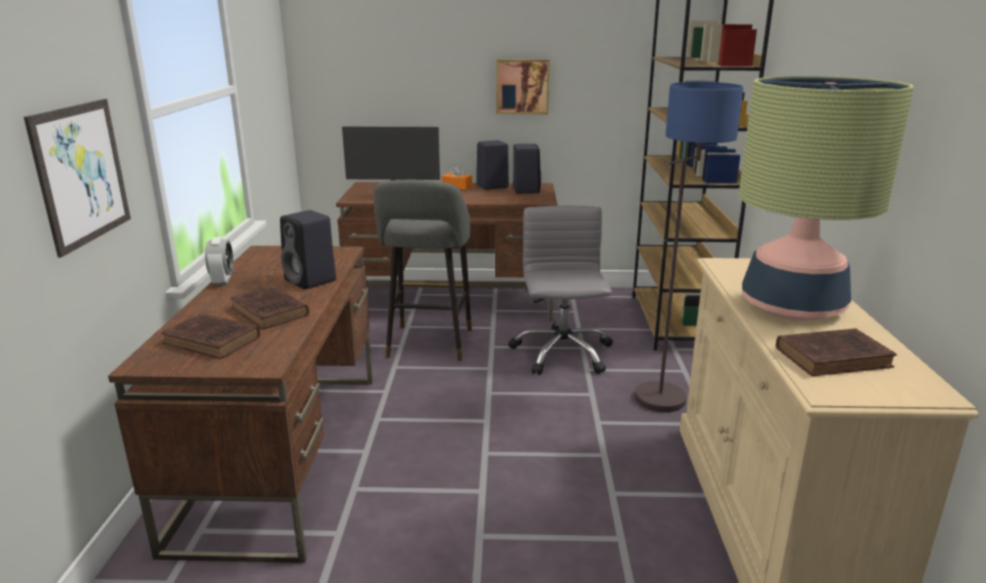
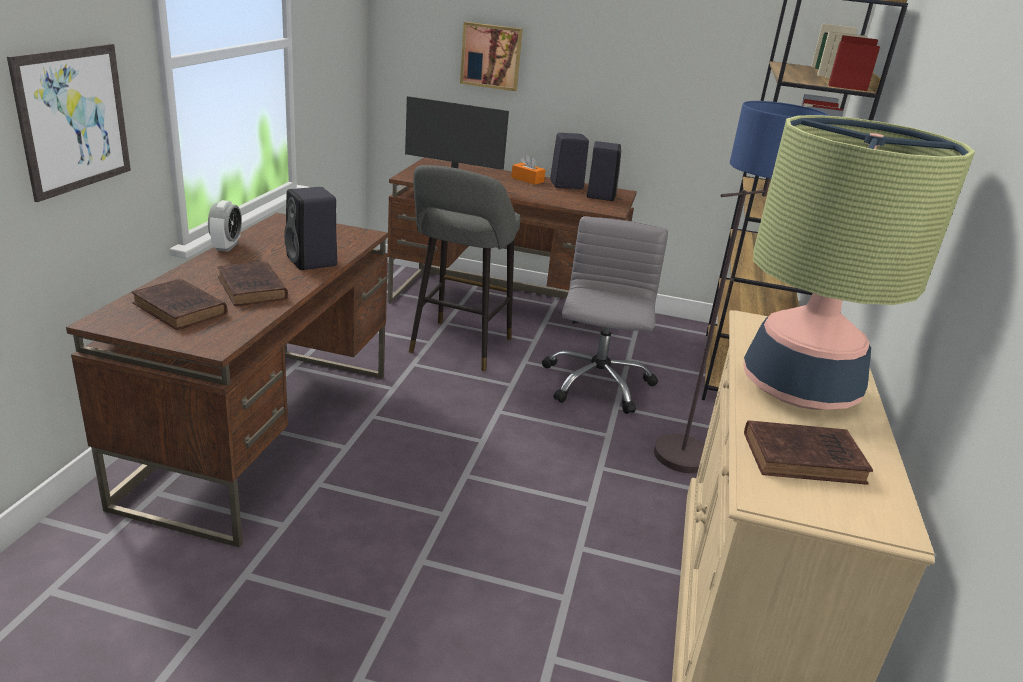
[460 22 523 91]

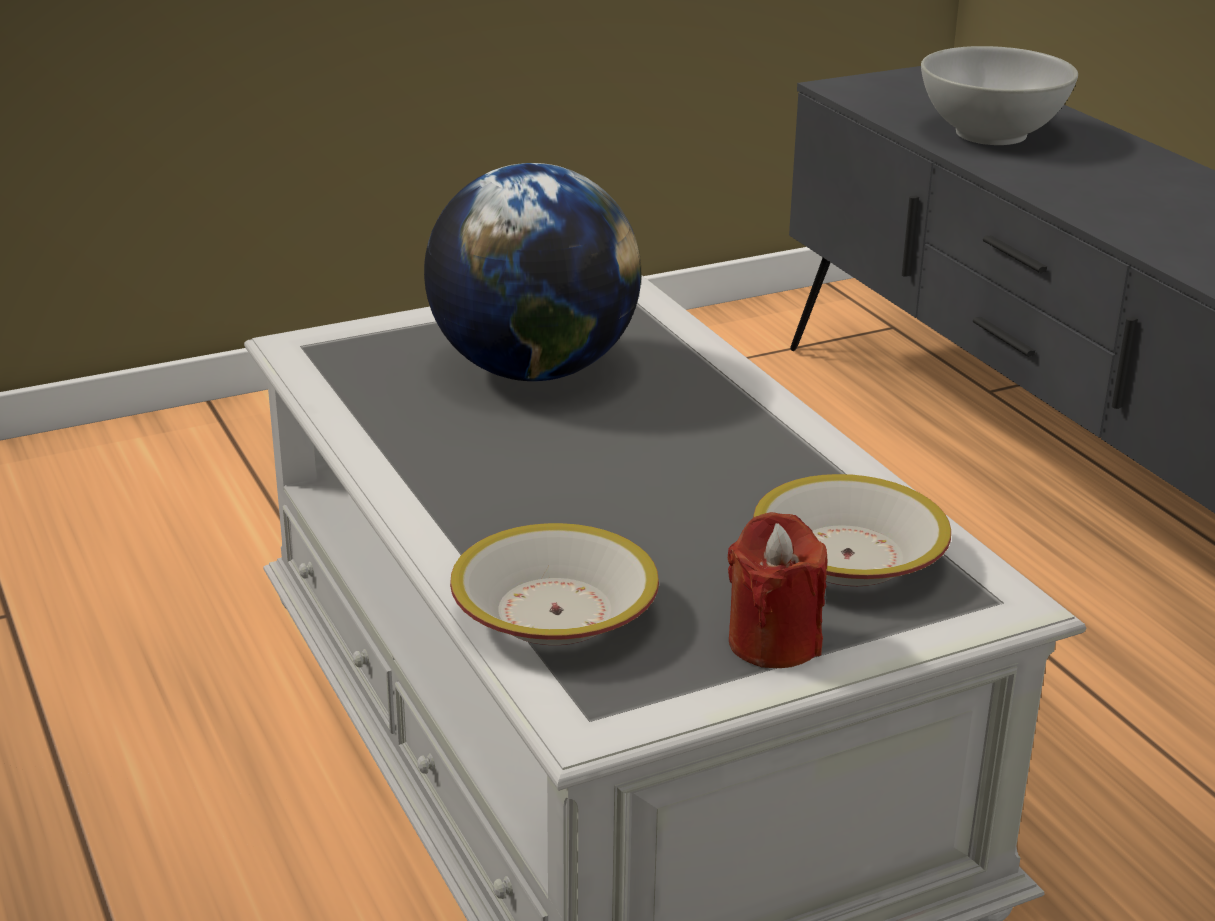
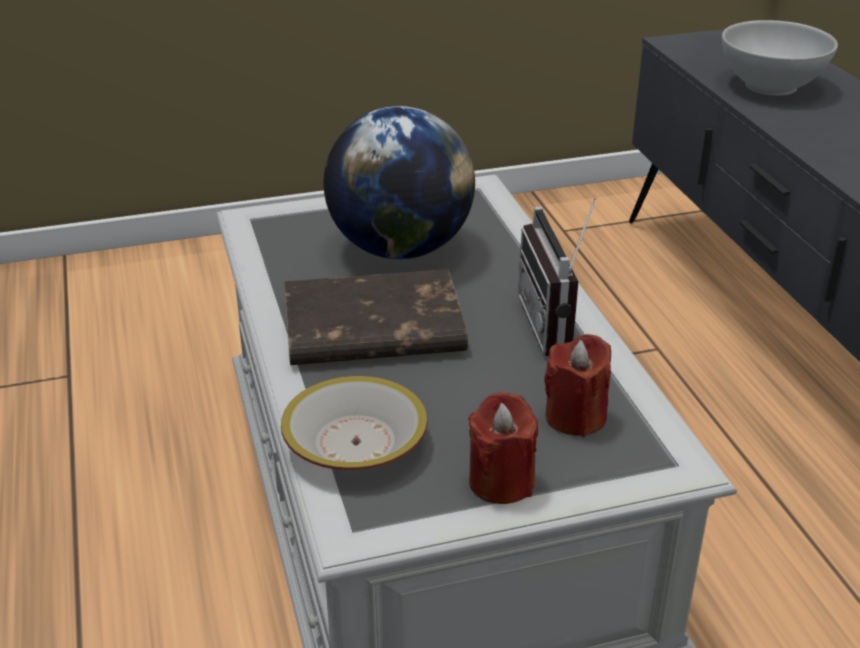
[544 334 611 437]
[518 196 596 356]
[284 269 468 365]

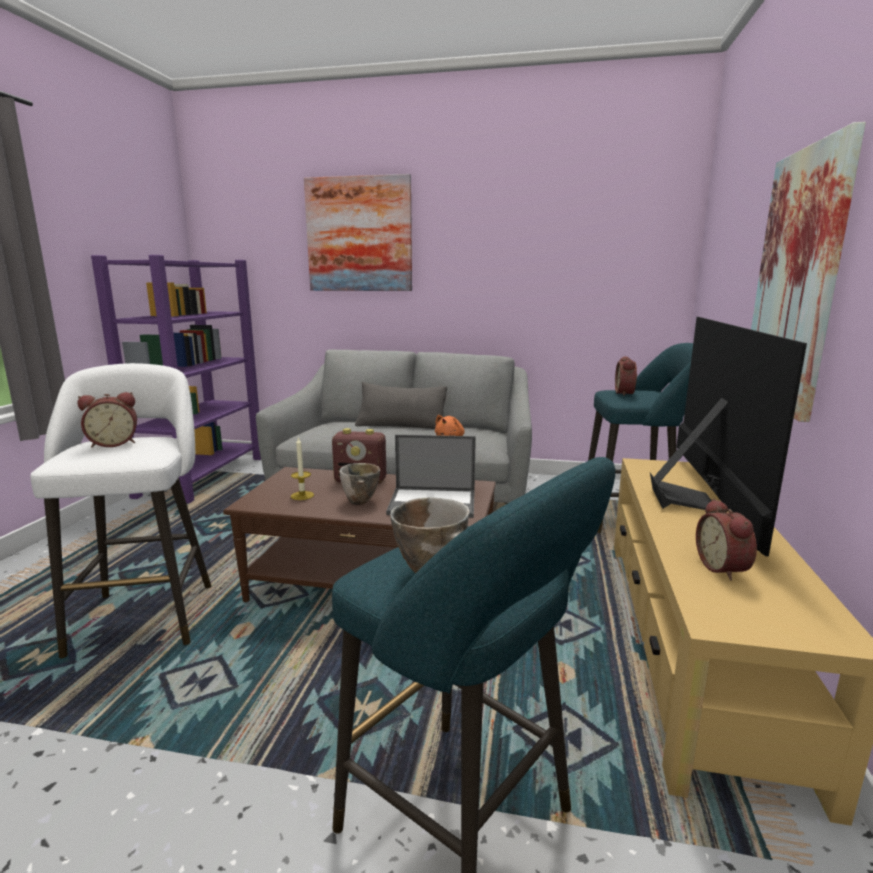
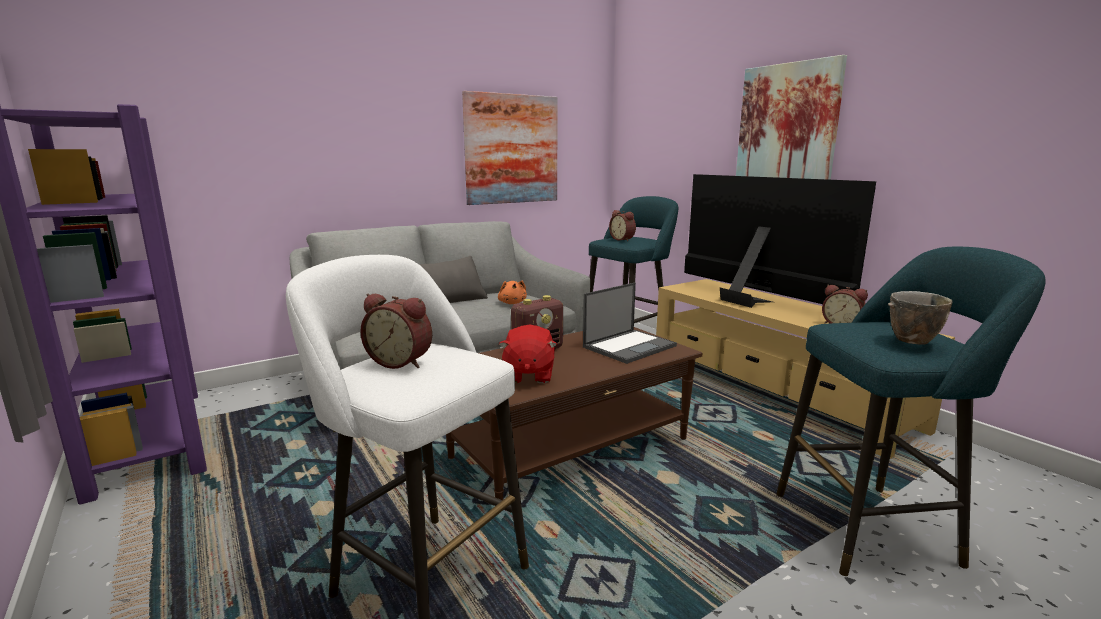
[462 91 558 205]
[360 294 432 369]
[499 324 557 383]
[340 463 380 505] (first image)

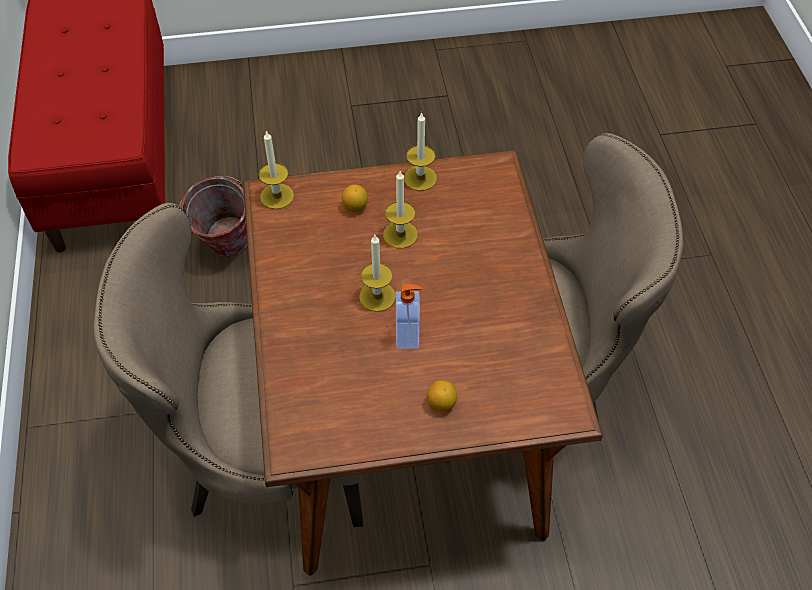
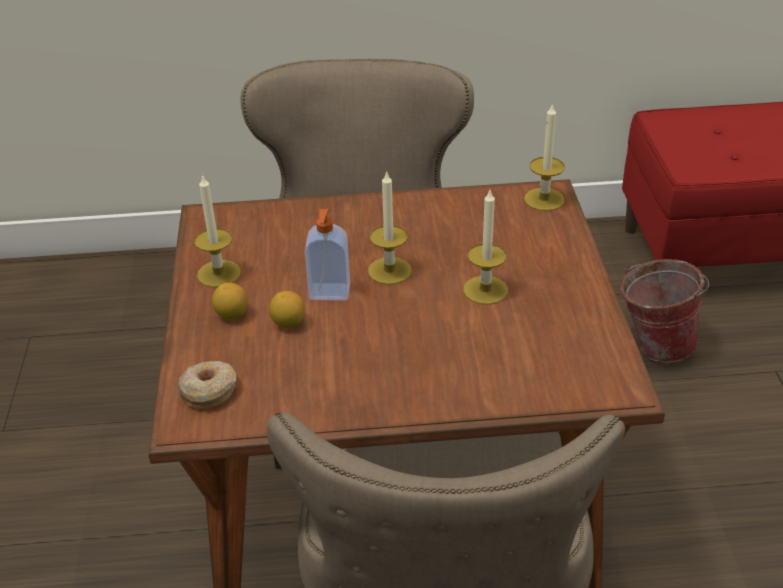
[194 174 241 288]
[269 291 305 328]
[178 361 236 408]

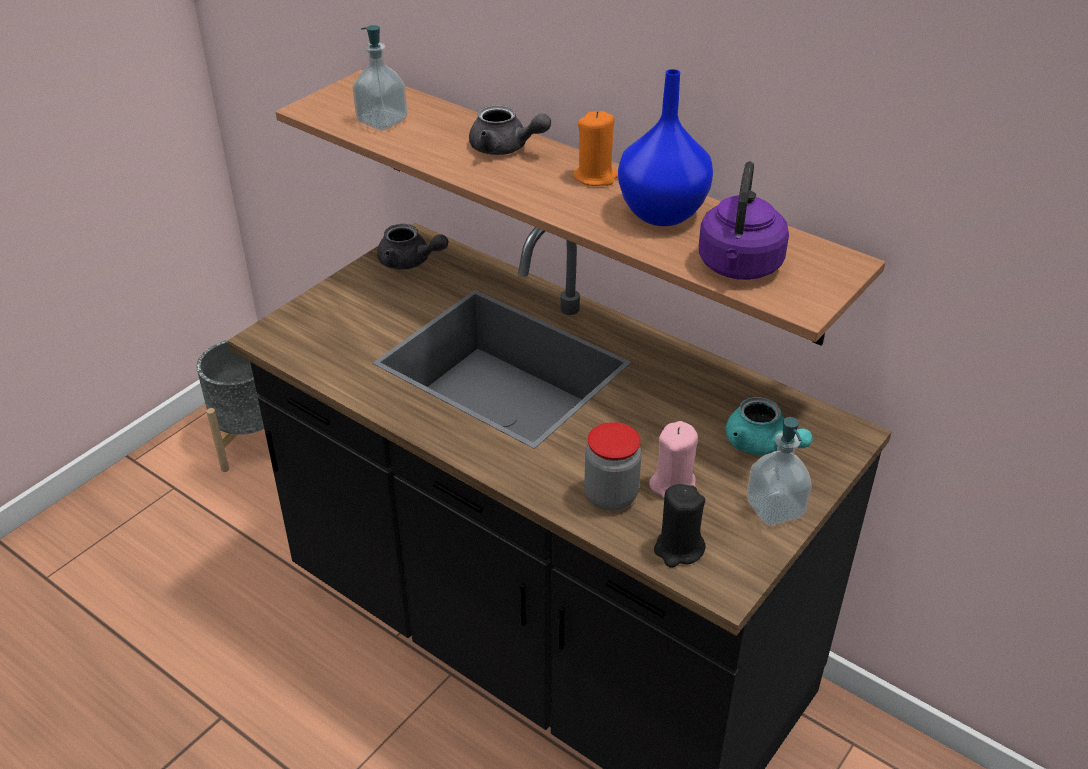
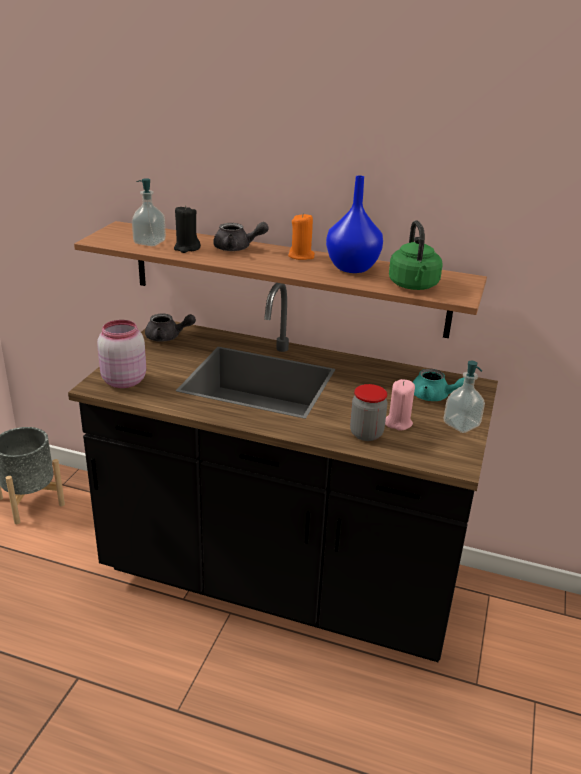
[389 220 443 290]
[174 205 201 253]
[97 320 146 388]

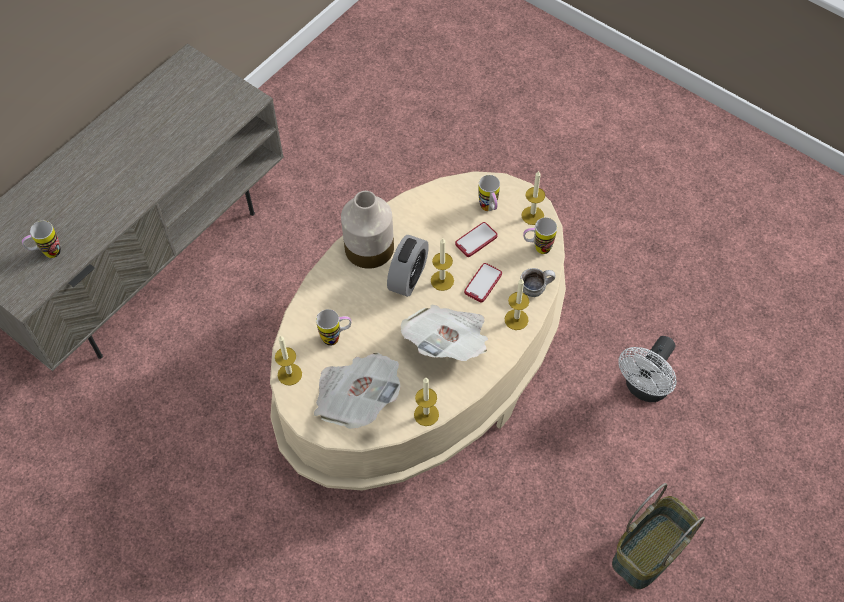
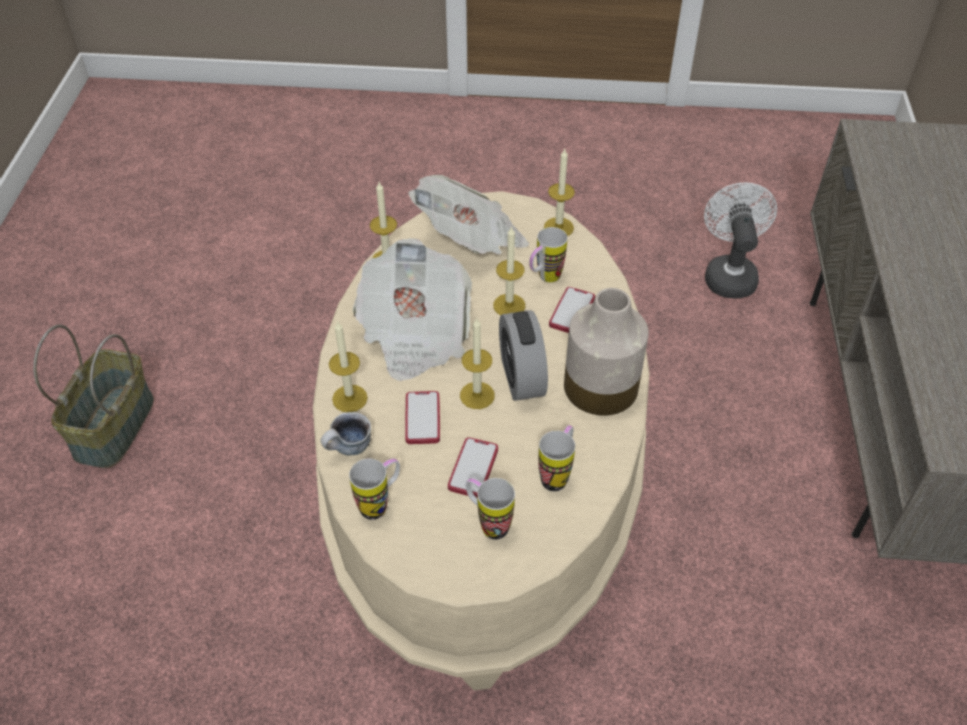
[493 226 525 315]
[538 425 575 491]
[704 183 777 299]
[549 287 595 333]

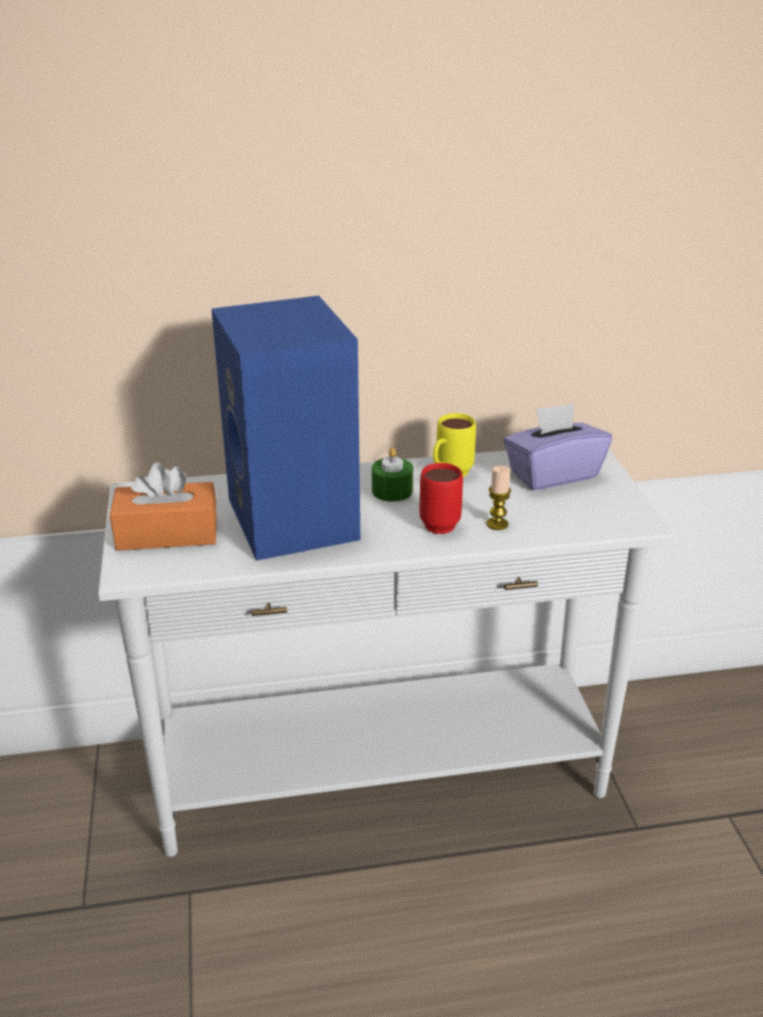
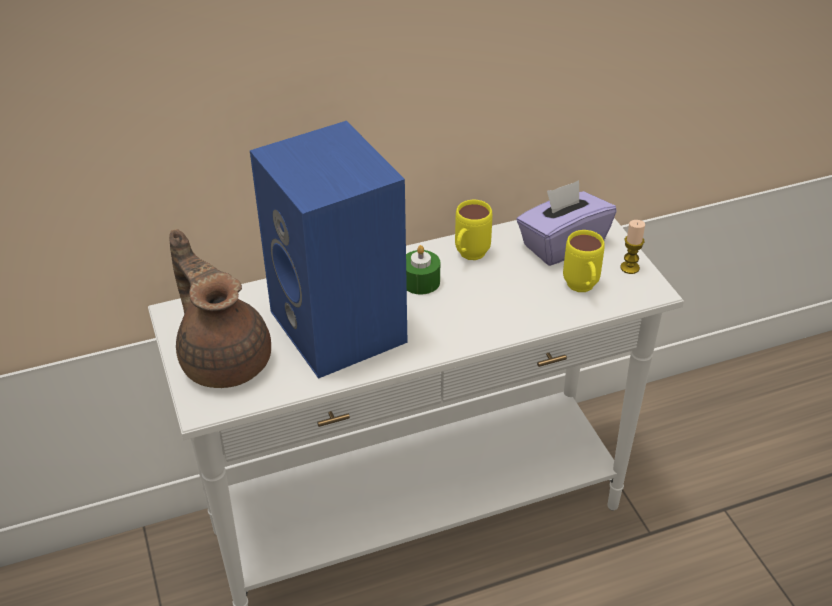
[169 229 271 388]
[419 463 463 534] (first image)
[620 220 645 274]
[563 230 605 292]

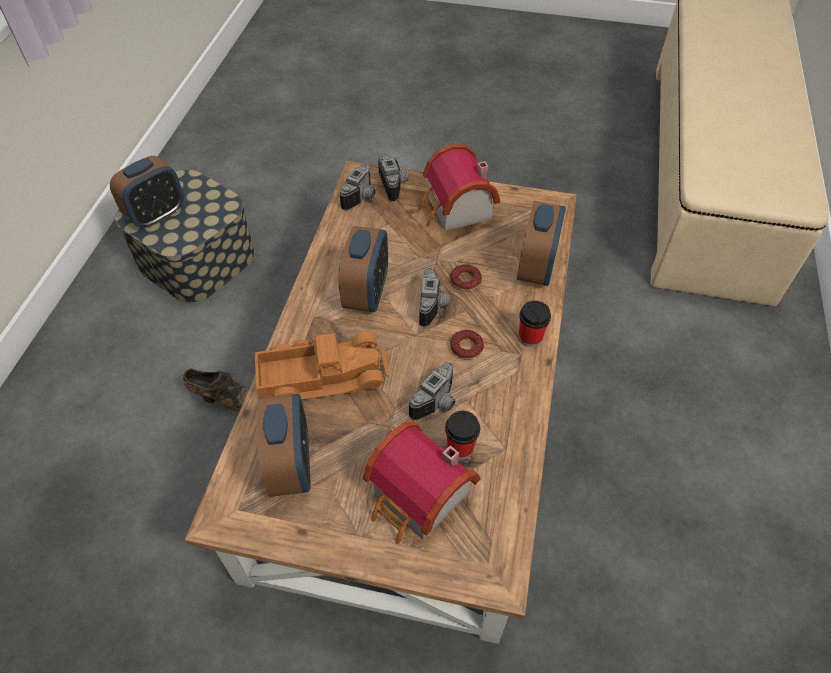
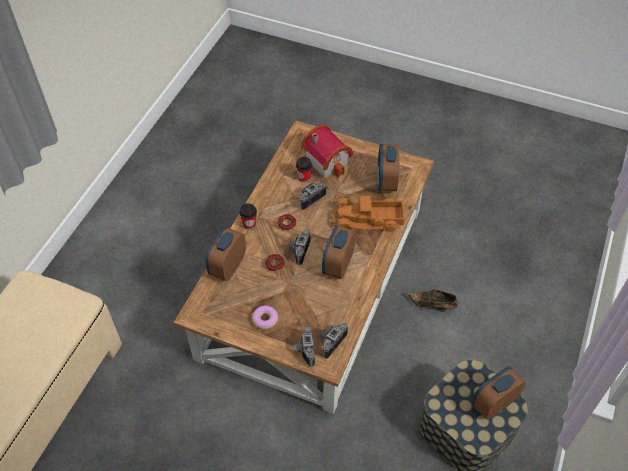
[252 306 279 329]

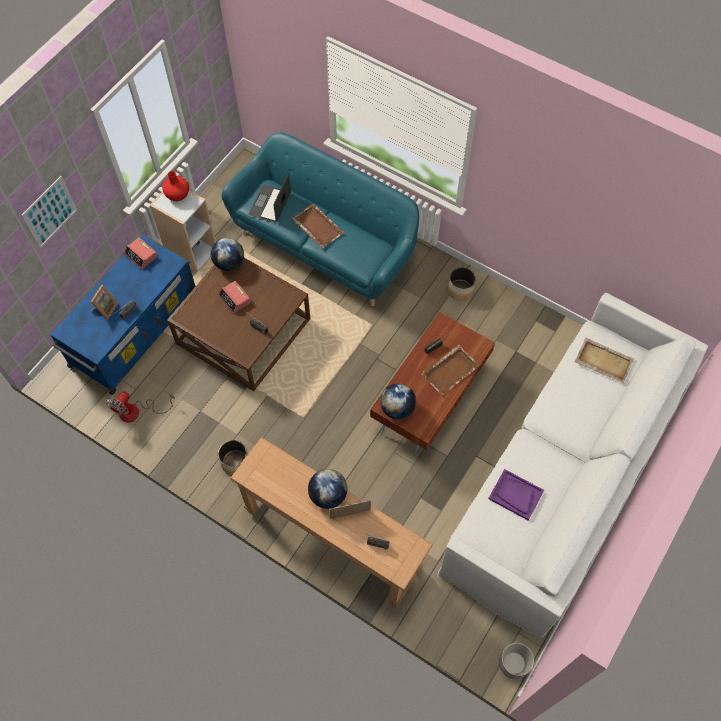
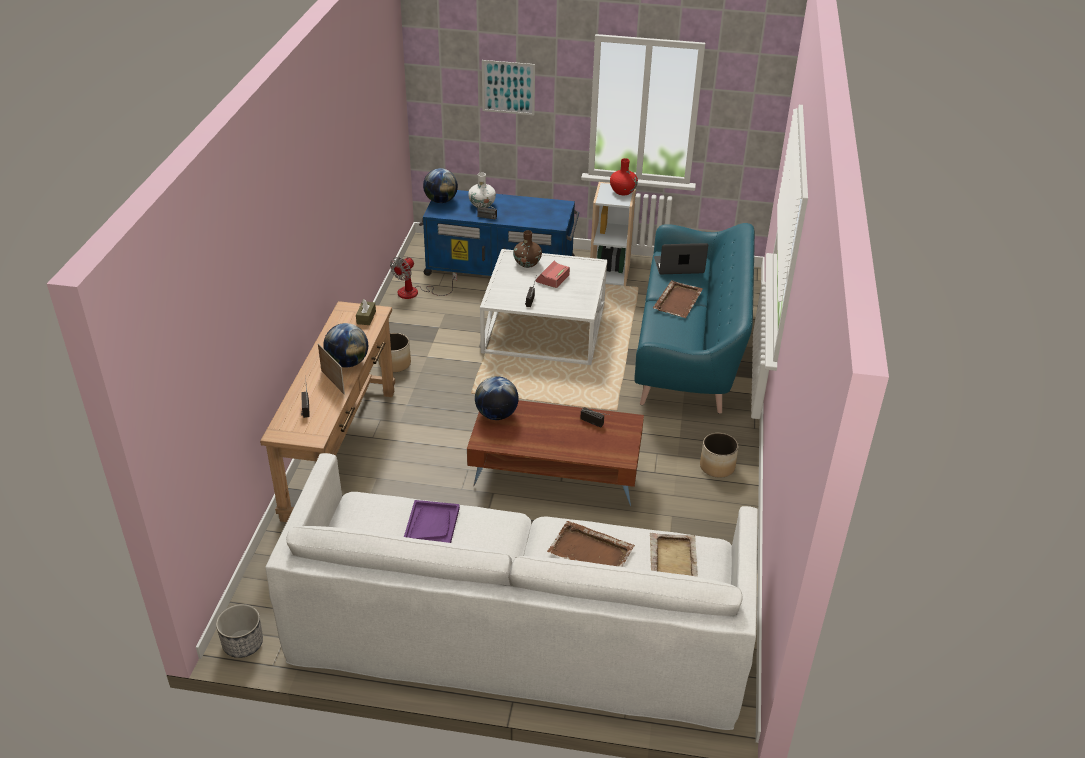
[124 238 158 269] (first image)
[423 168 458 203]
[480 249 608 365]
[468 173 496 208]
[547 521 635 567]
[390 257 457 299]
[513 230 542 268]
[356 299 376 325]

